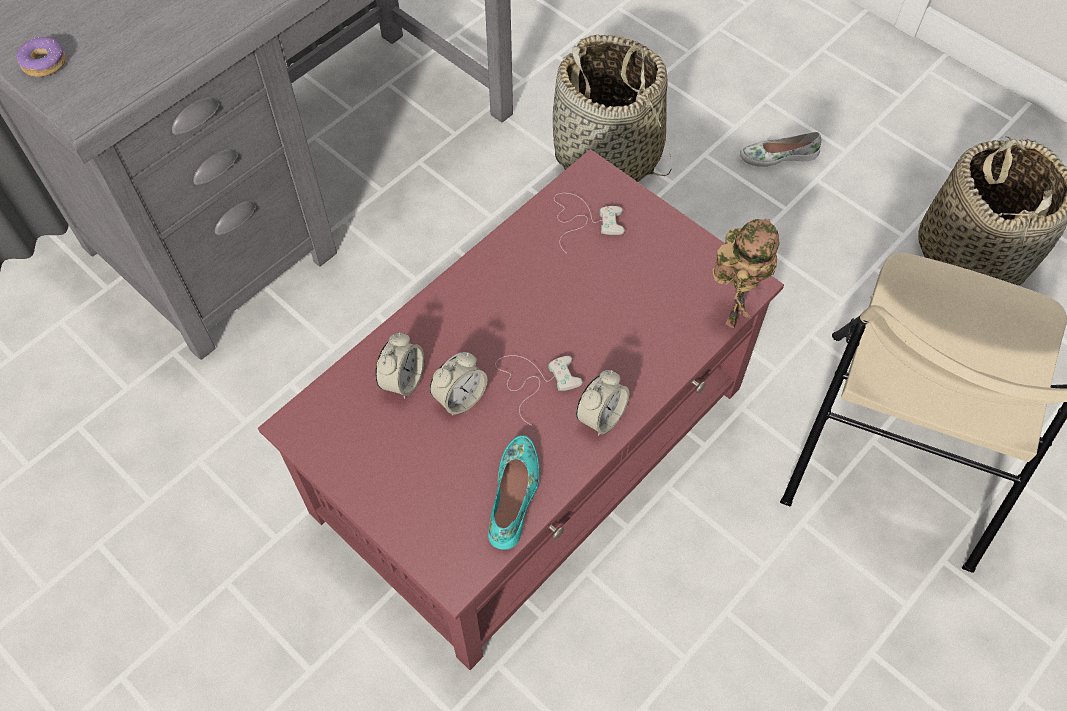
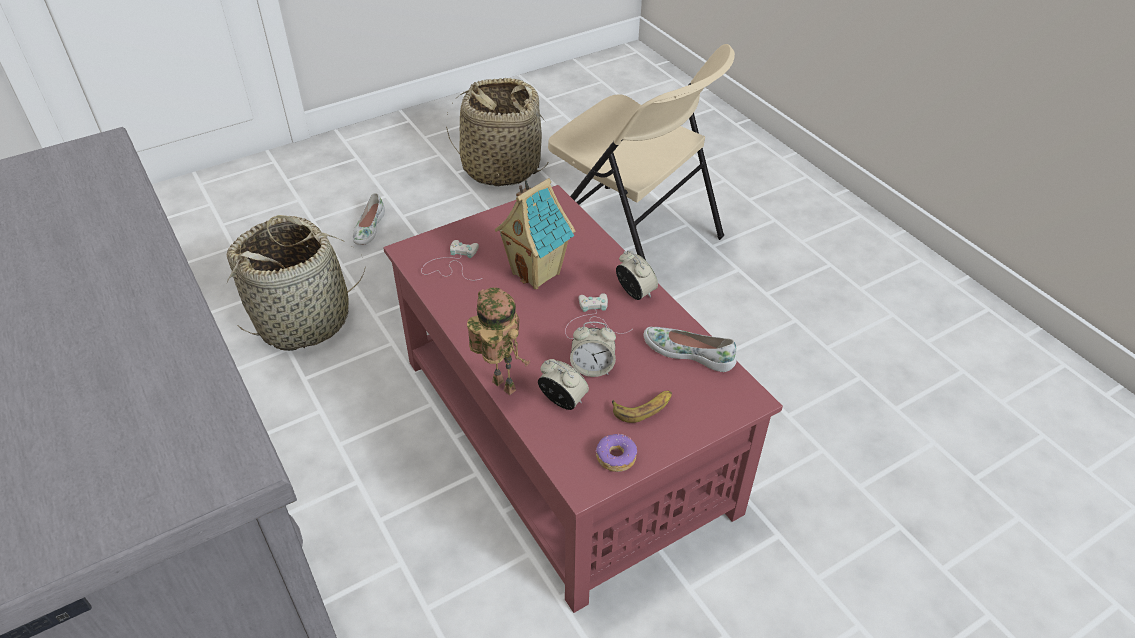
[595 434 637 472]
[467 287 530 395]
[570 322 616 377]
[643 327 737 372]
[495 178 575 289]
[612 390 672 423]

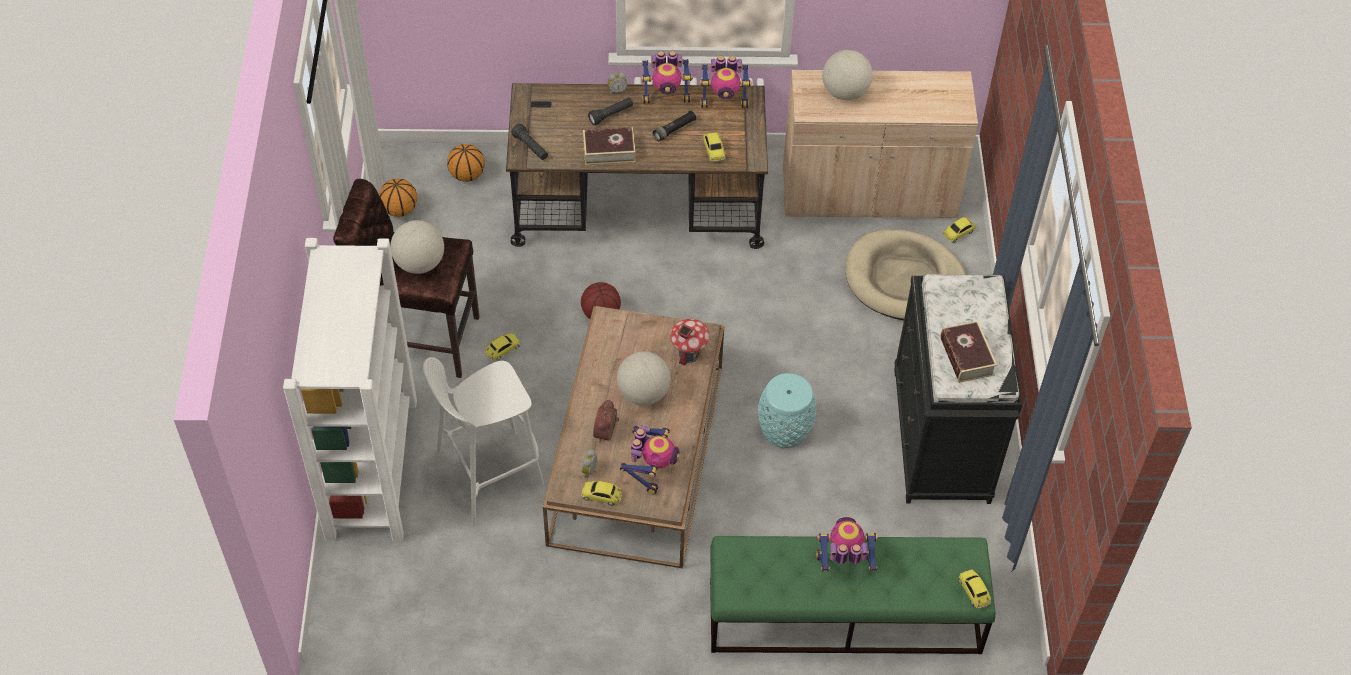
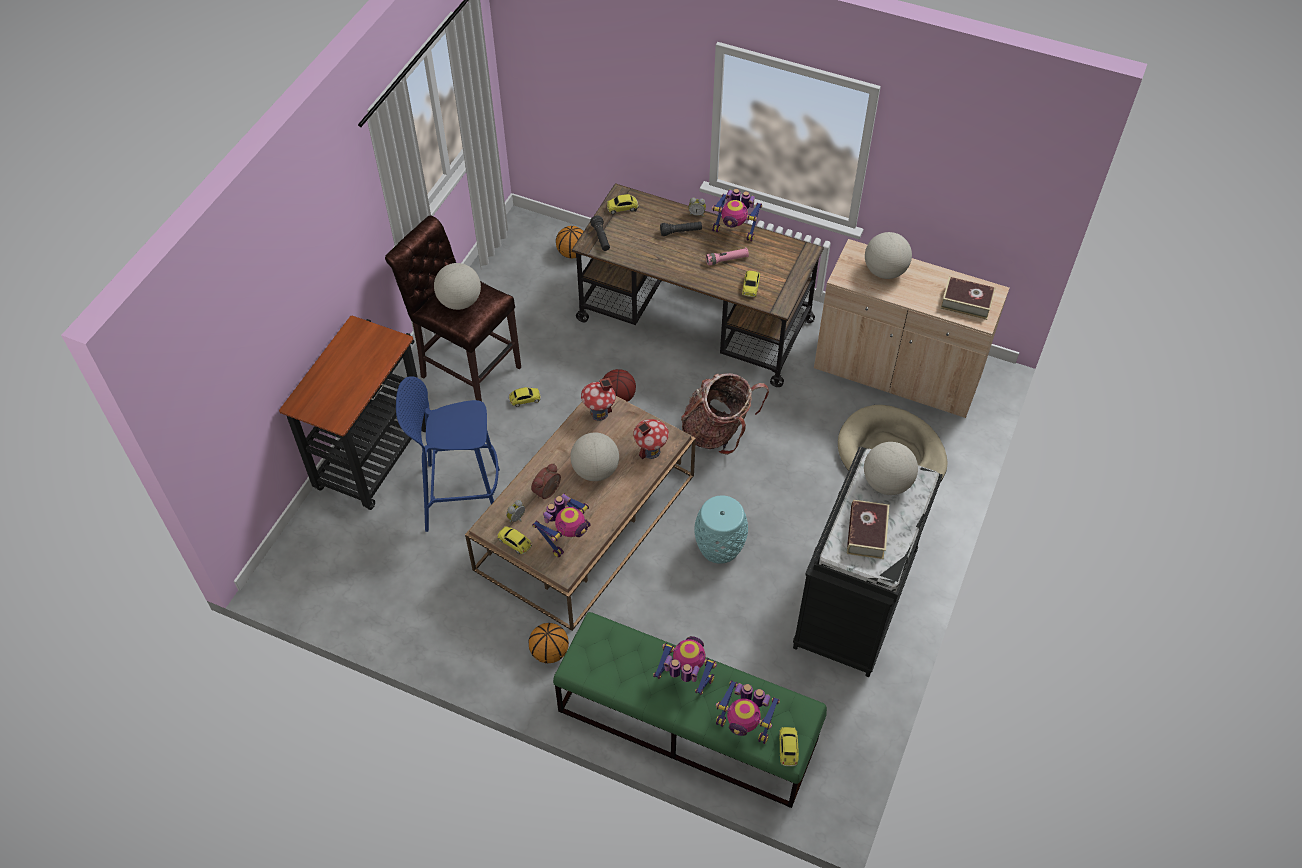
[716 680 780 744]
[706 247 749 265]
[940 277 995 320]
[529 623 569 663]
[607 194 639 214]
[279 316 426 510]
[396 376 500 532]
[681 373 769 455]
[581 378 616 421]
[864 442 918 495]

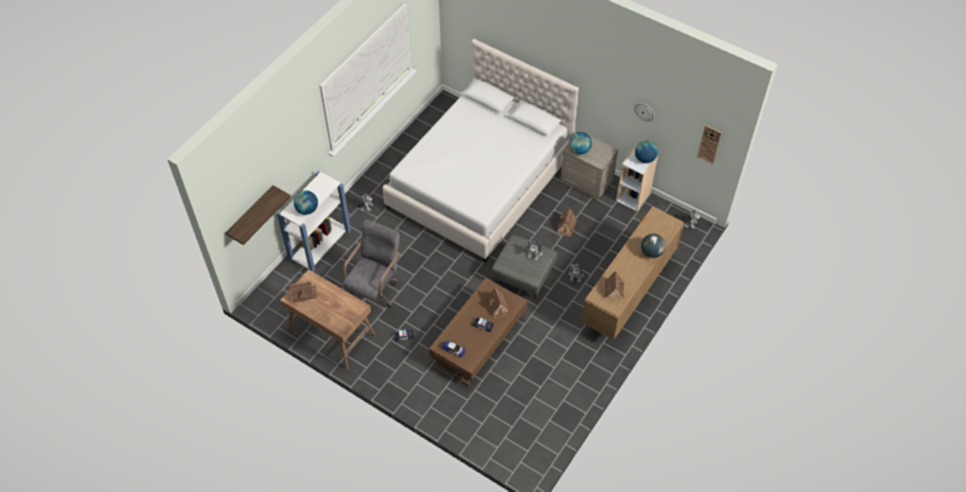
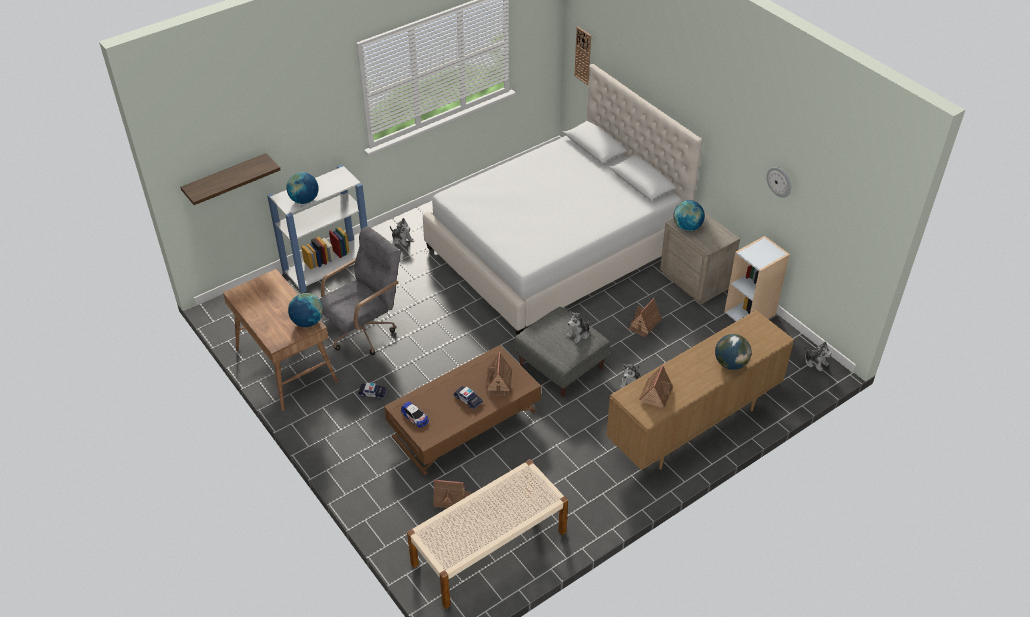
[575 27 591 85]
[288 293 323 327]
[433 480 471 508]
[407 459 568 609]

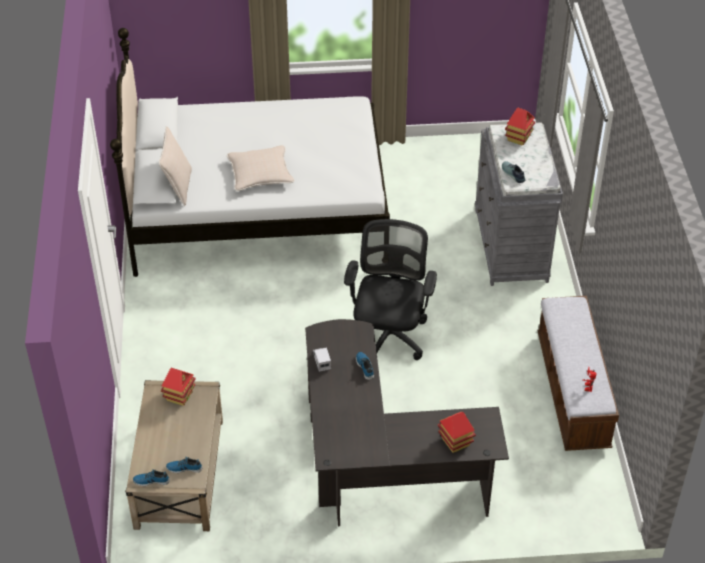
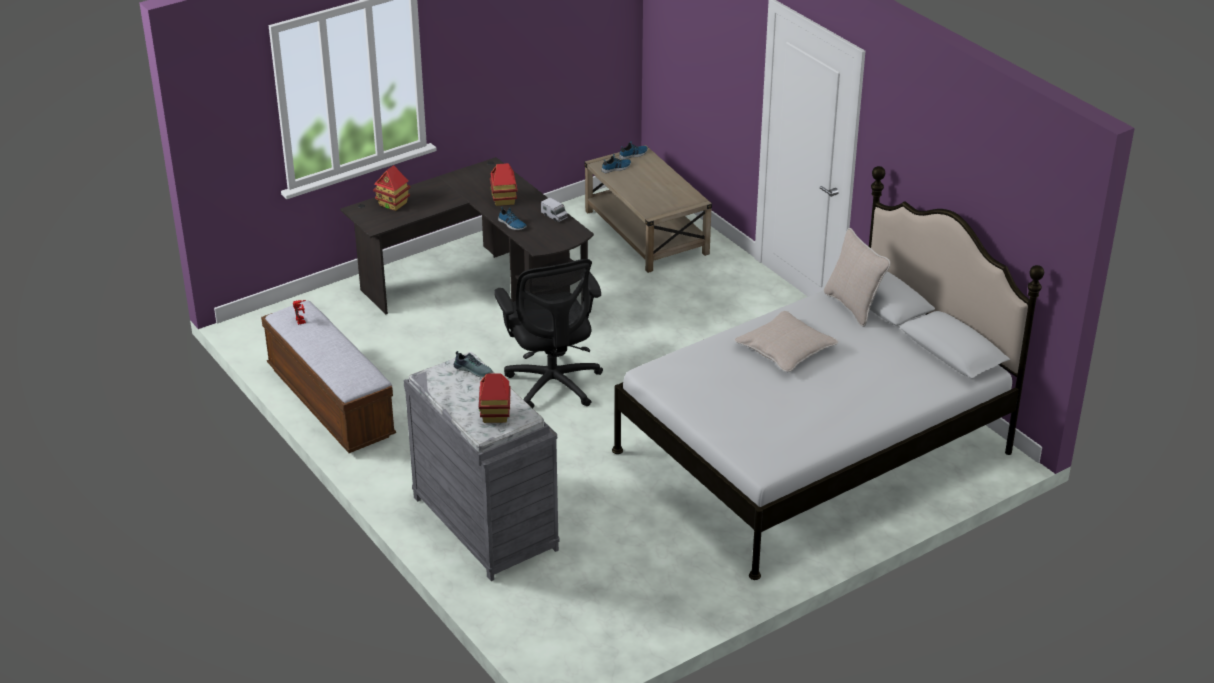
[490 163 518 206]

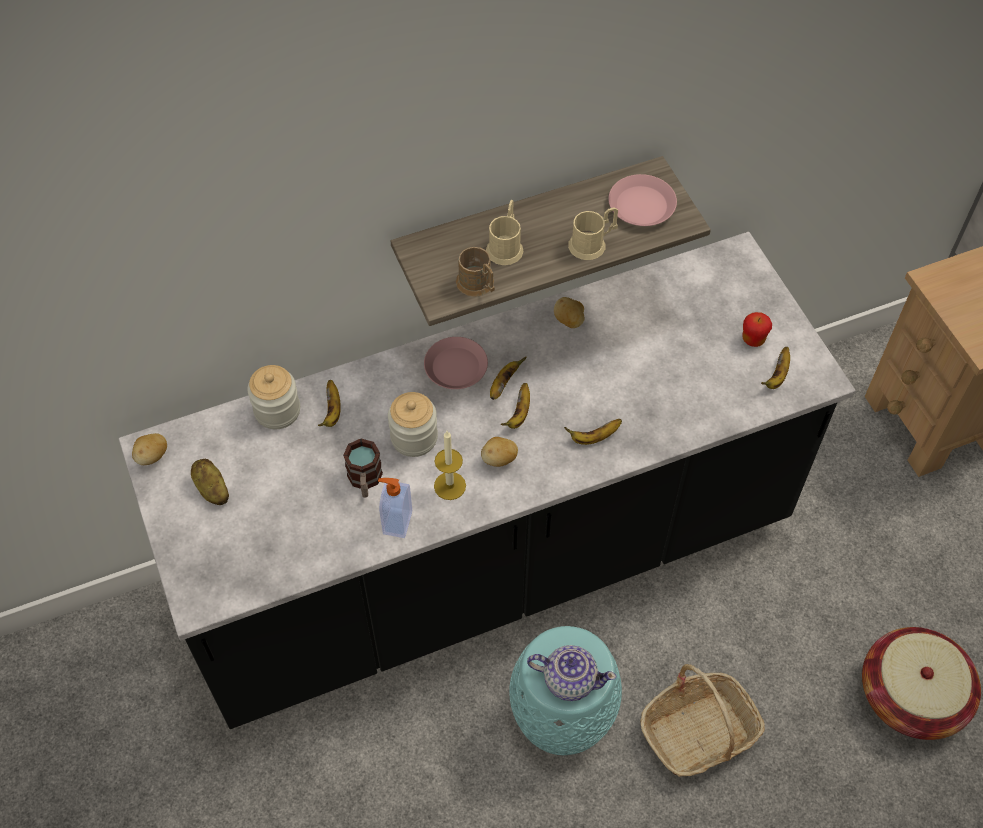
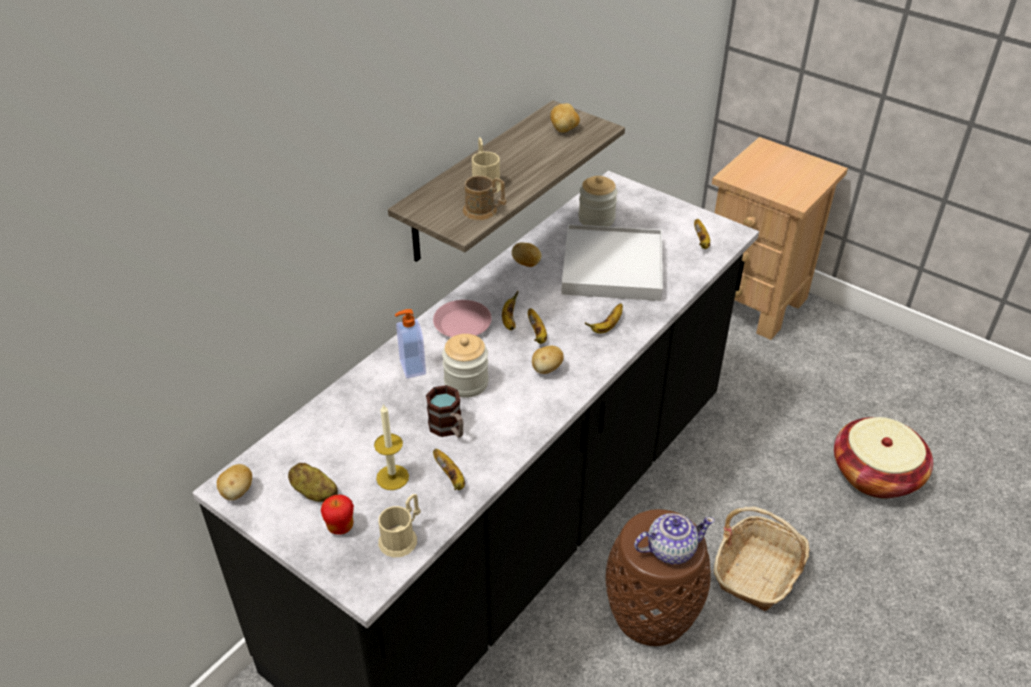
[550 103 580 133]
[378 494 421 557]
[321 495 354 535]
[578 176 617 227]
[433 449 465 490]
[374 404 409 490]
[395 309 426 378]
[606 509 711 646]
[561 224 663 301]

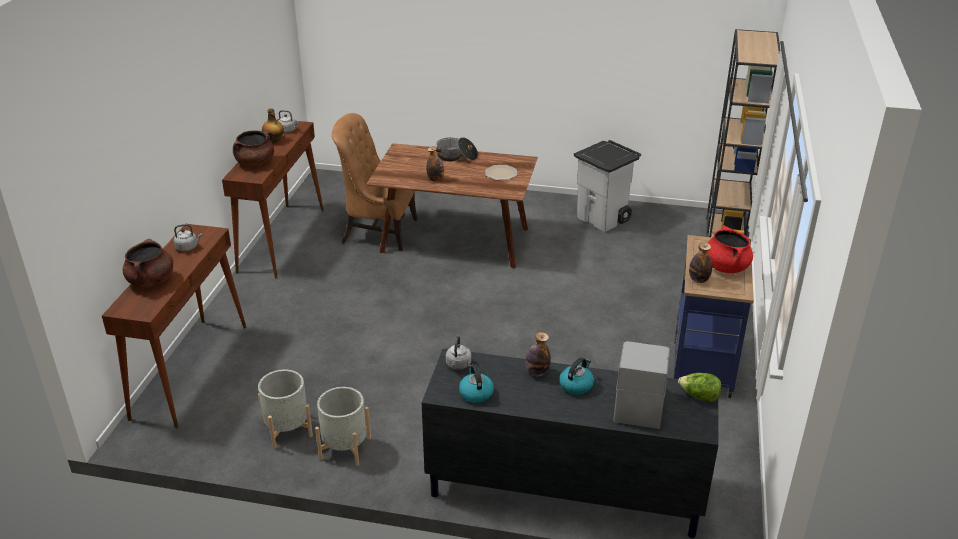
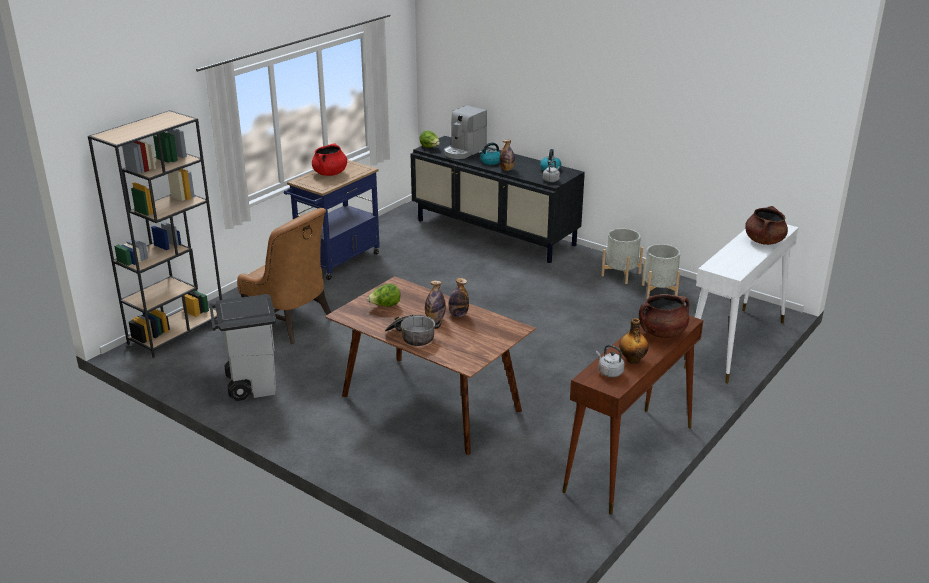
[237 208 331 344]
[367 284 401 307]
[684 224 799 384]
[173 224 203 251] (first image)
[425 280 446 321]

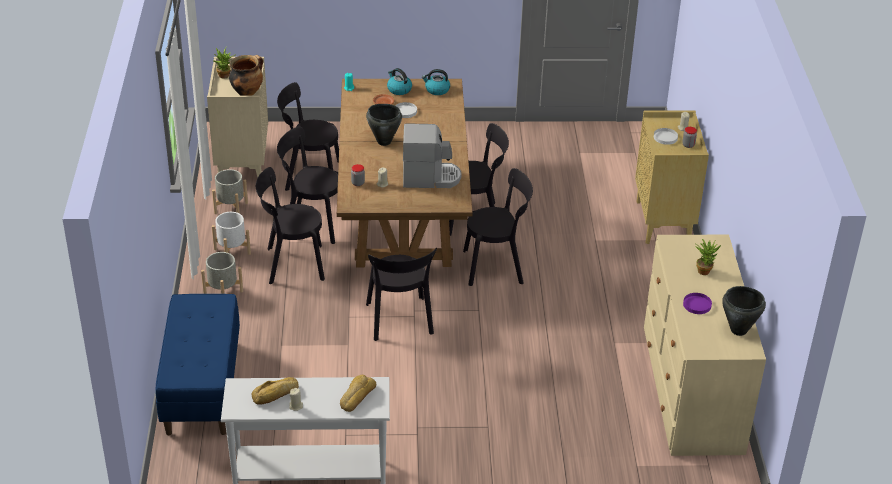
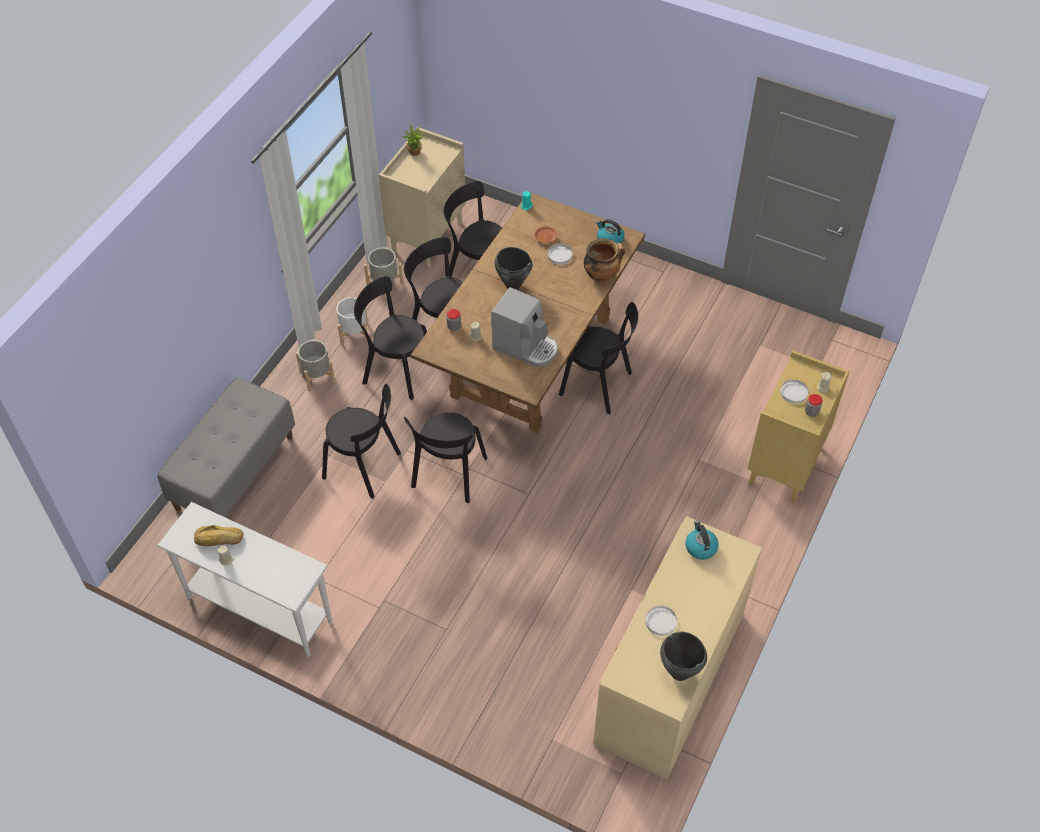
[584 238 625 283]
[685 520 719 560]
[322 384 401 499]
[695 239 721 275] (first image)
[645 606 677 636]
[157 378 295 517]
[340 375 376 412] (first image)

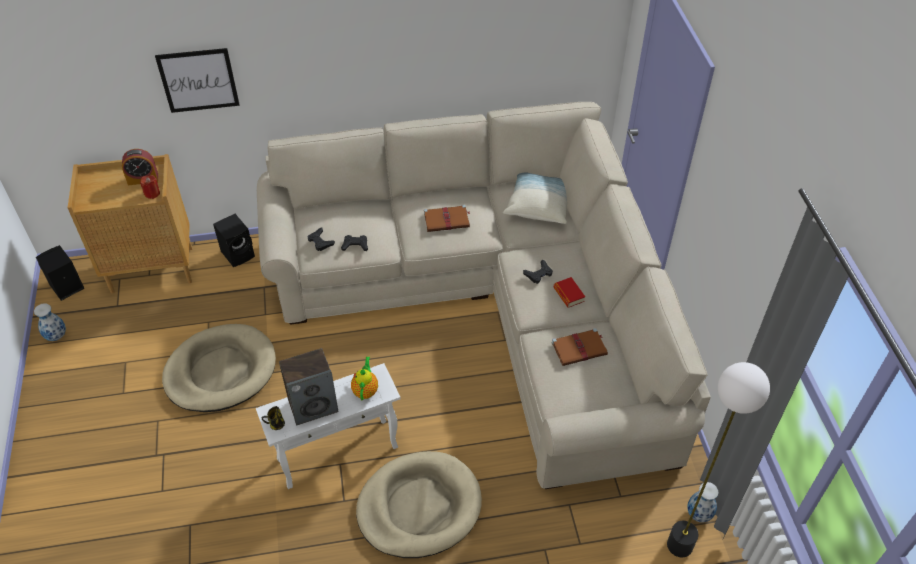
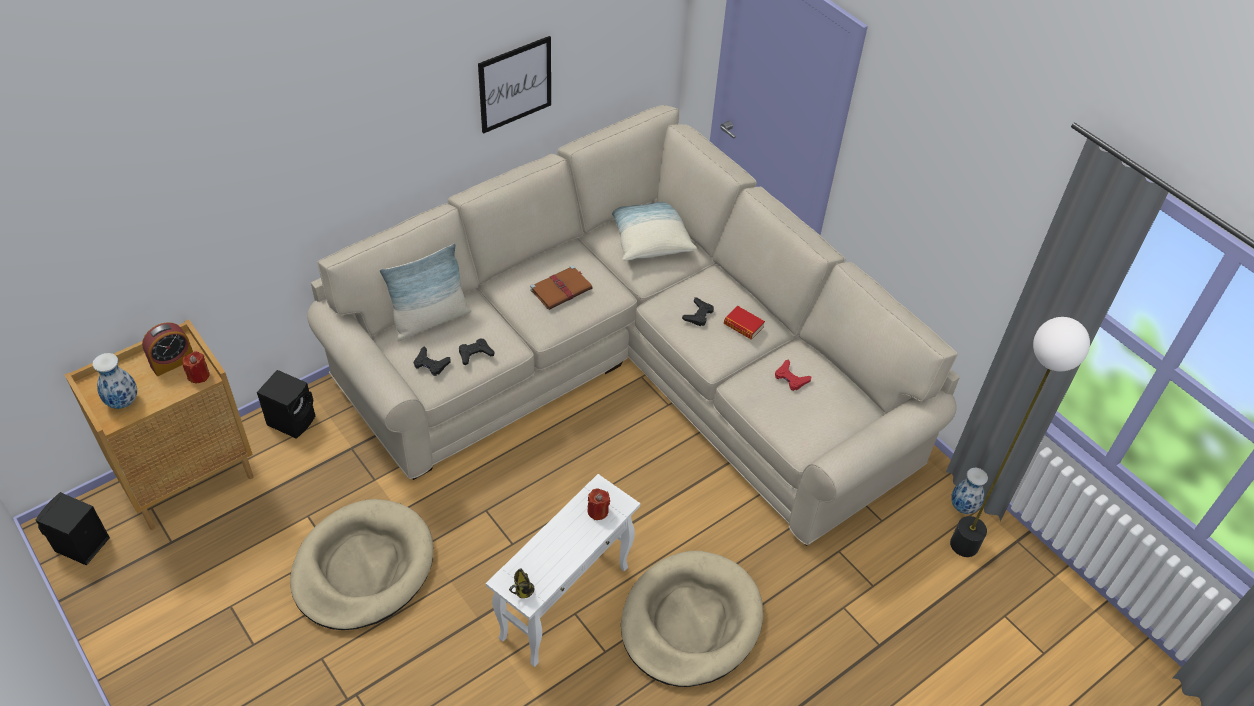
[478 36 551 134]
[93 353 137 409]
[775 359 812 391]
[279 348 338 425] (first image)
[588 489 610 520]
[379 243 471 342]

